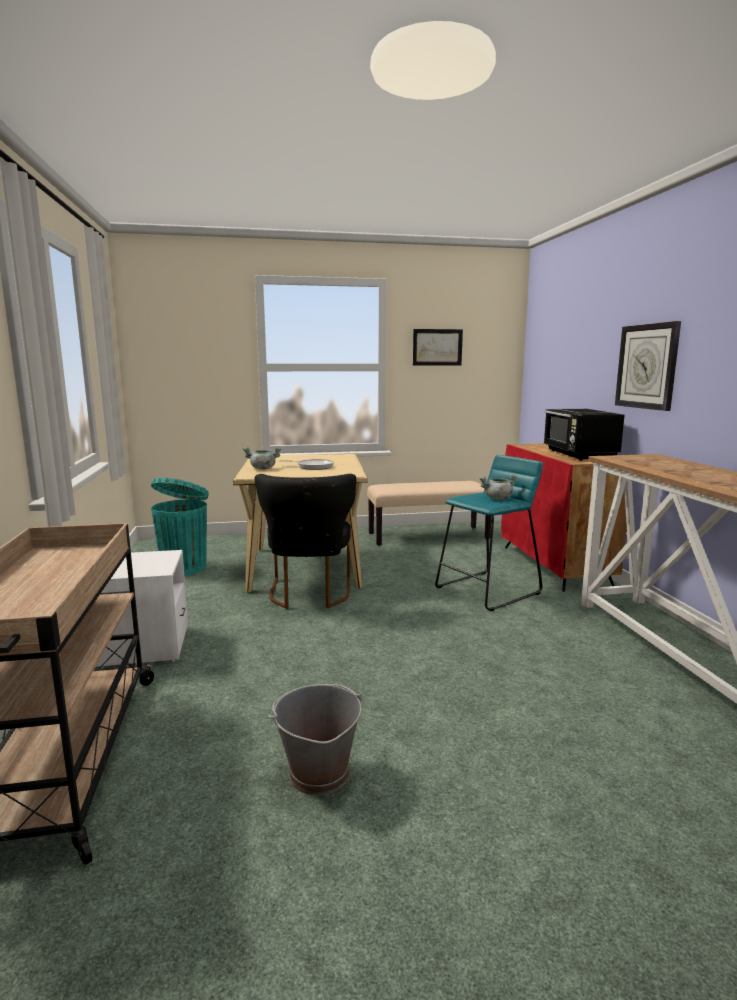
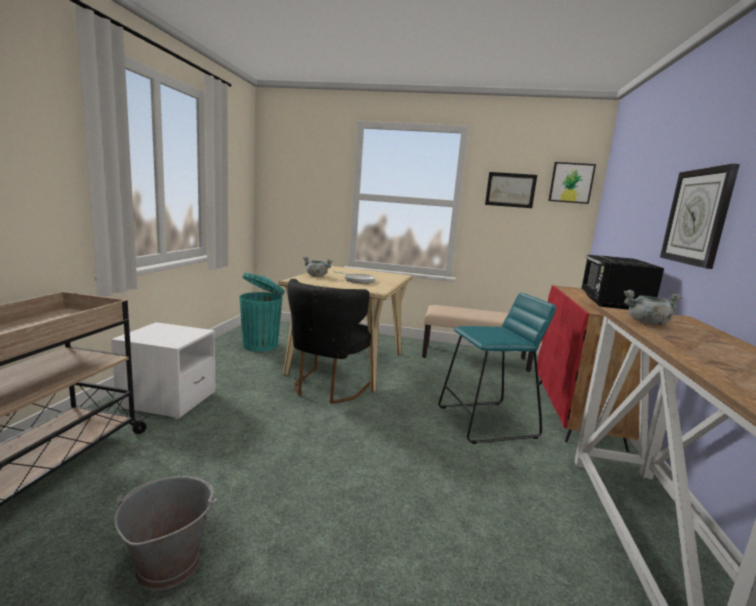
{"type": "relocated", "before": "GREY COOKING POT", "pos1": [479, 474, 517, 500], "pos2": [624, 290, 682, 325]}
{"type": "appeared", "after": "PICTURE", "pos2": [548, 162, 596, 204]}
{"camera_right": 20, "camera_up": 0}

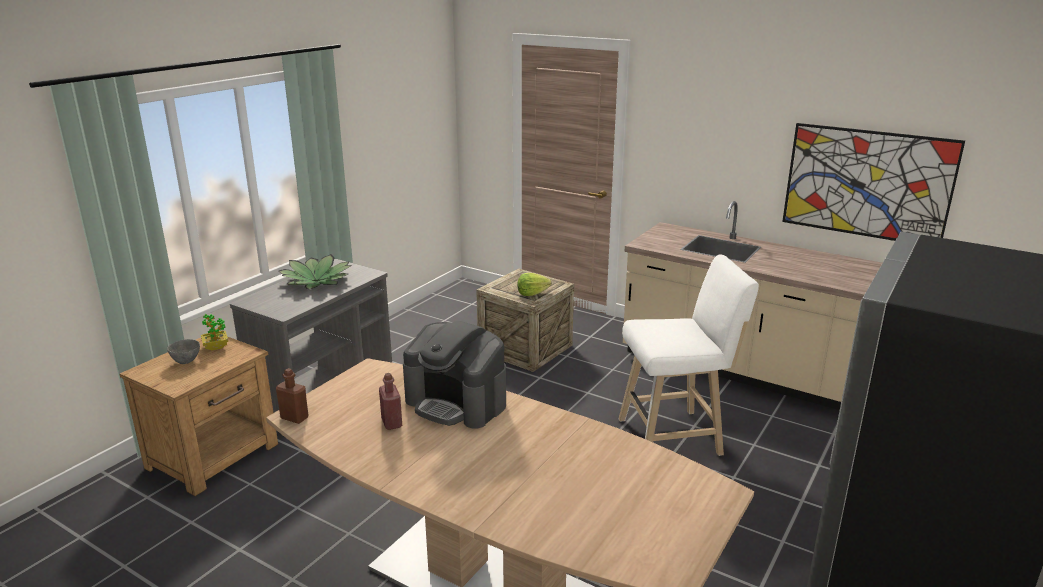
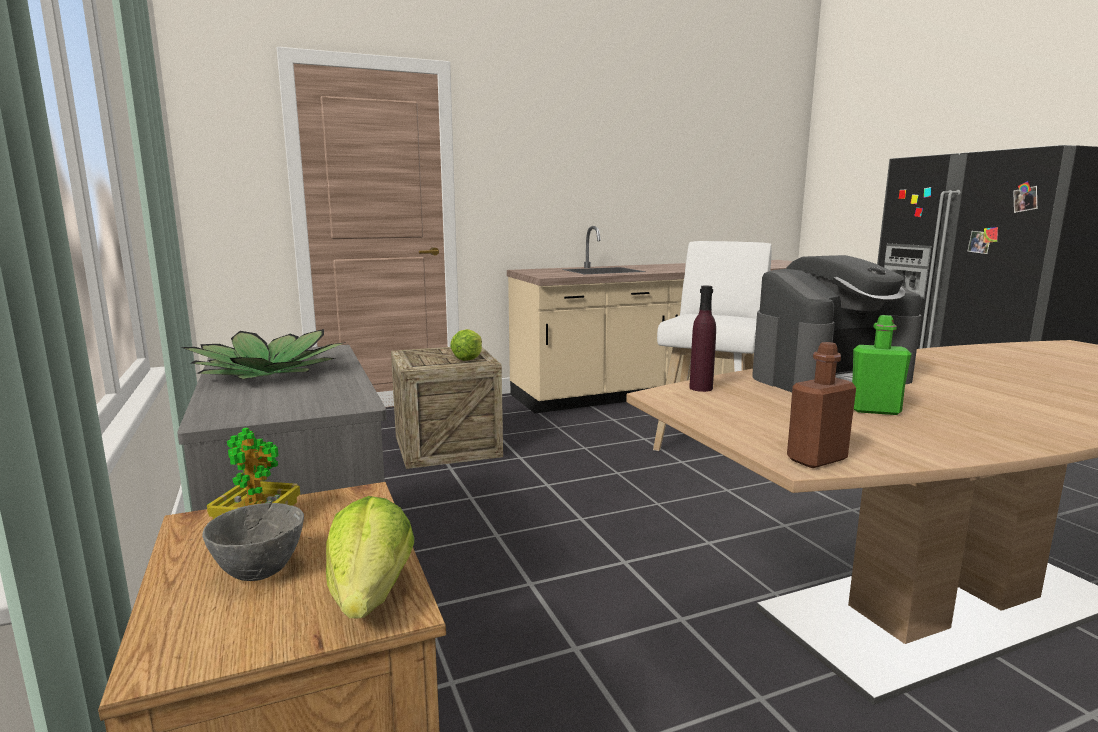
{"type": "colour", "before": "RED BOTTLE", "after": "GREEN BOTTLE", "pos1": [379, 373, 402, 430], "pos2": [852, 315, 912, 415]}
{"type": "missing", "before": "PICTURE", "pos1": [782, 123, 965, 241]}
{"type": "appeared", "after": "LETTUCE", "pos2": [326, 496, 414, 618]}
{"type": "appeared", "after": "PURPLE BOTTLE", "pos2": [689, 286, 716, 392]}
{"camera_right": -55, "camera_up": -10}

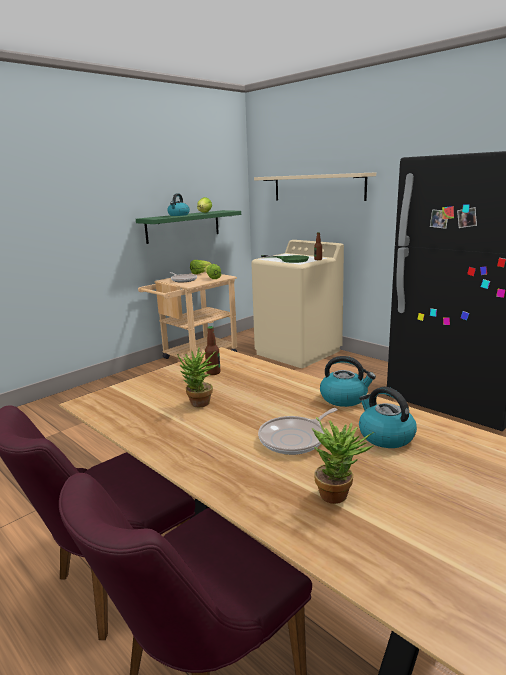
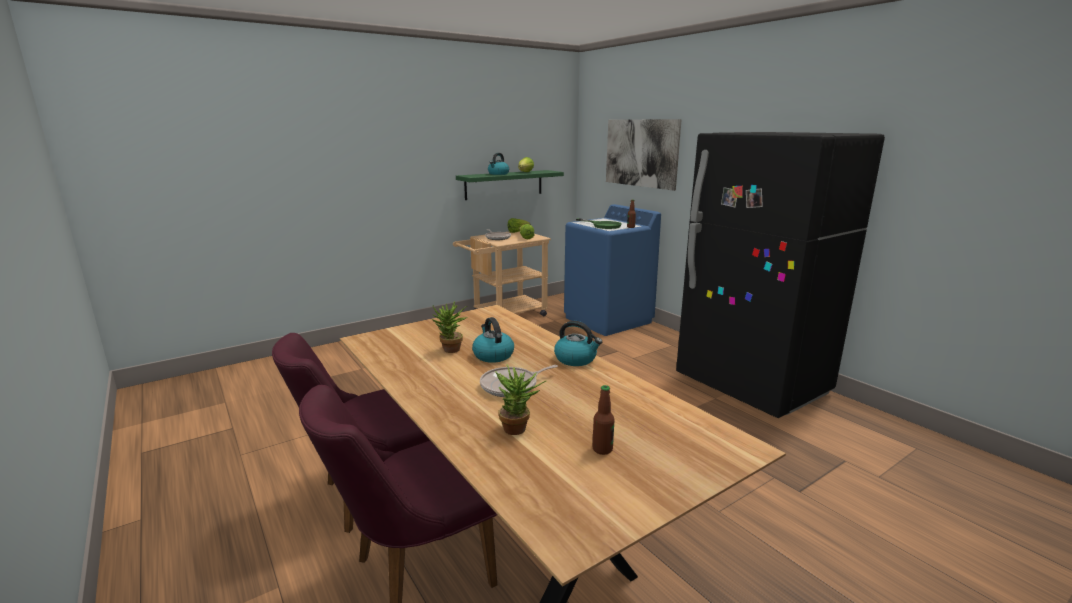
{"type": "relocated", "before": "BOTTLE", "pos1": [205, 326, 220, 375], "pos2": [593, 385, 615, 455]}
{"type": "colour", "before": "BEIGE WASHING MACHINE", "after": "BLUE WASHING MACHINE", "pos1": [251, 240, 344, 368], "pos2": [564, 204, 661, 336]}
{"type": "exchanged", "before": "BEIGE SHELF", "after": "PICTURE", "pos1": [254, 172, 376, 201], "pos2": [606, 119, 682, 191]}
{"type": "relocated", "before": "KETTLE", "pos1": [359, 387, 417, 448], "pos2": [472, 317, 514, 363]}
{"camera_right": 10, "camera_up": 0}

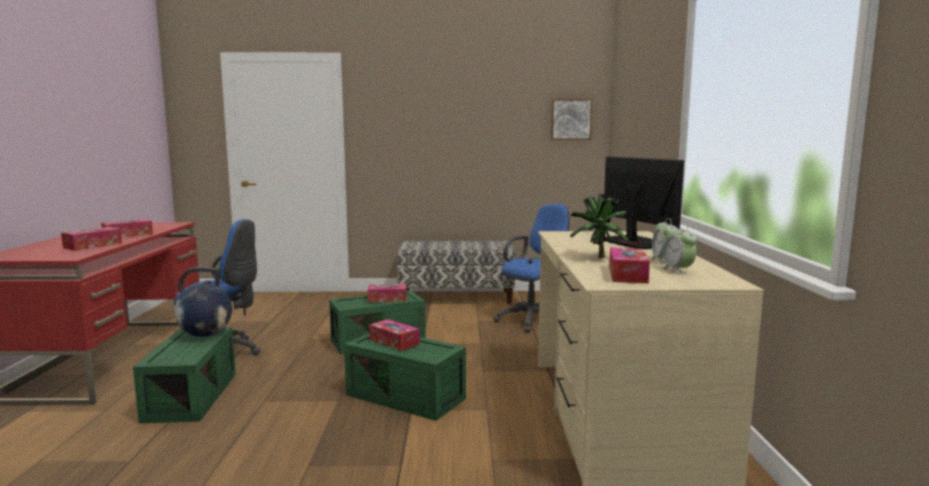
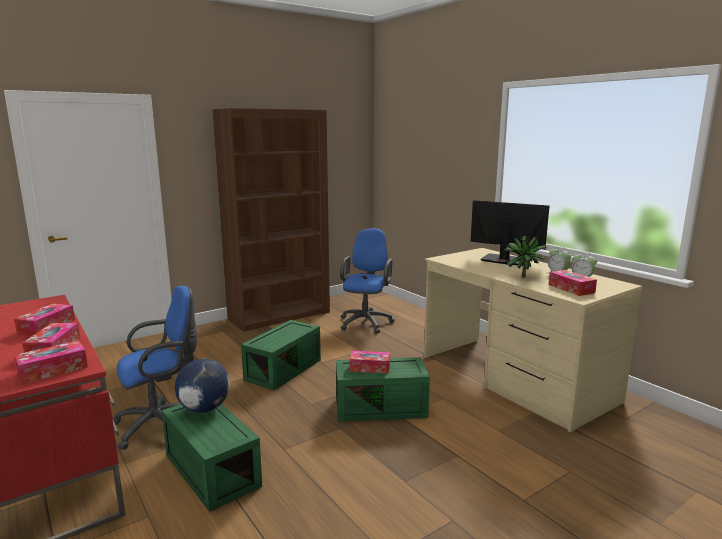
{"type": "relocated", "before": "TISSUE BOX", "pos1": [368, 284, 406, 302], "pos2": [14, 341, 88, 384]}
{"type": "exchanged", "before": "BENCH", "after": "BROWN BOOKCASE", "pos1": [397, 241, 516, 304], "pos2": [213, 108, 330, 332]}
{"type": "missing", "before": "PICTURE", "pos1": [551, 99, 593, 140]}
{"camera_right": -35, "camera_up": 5}

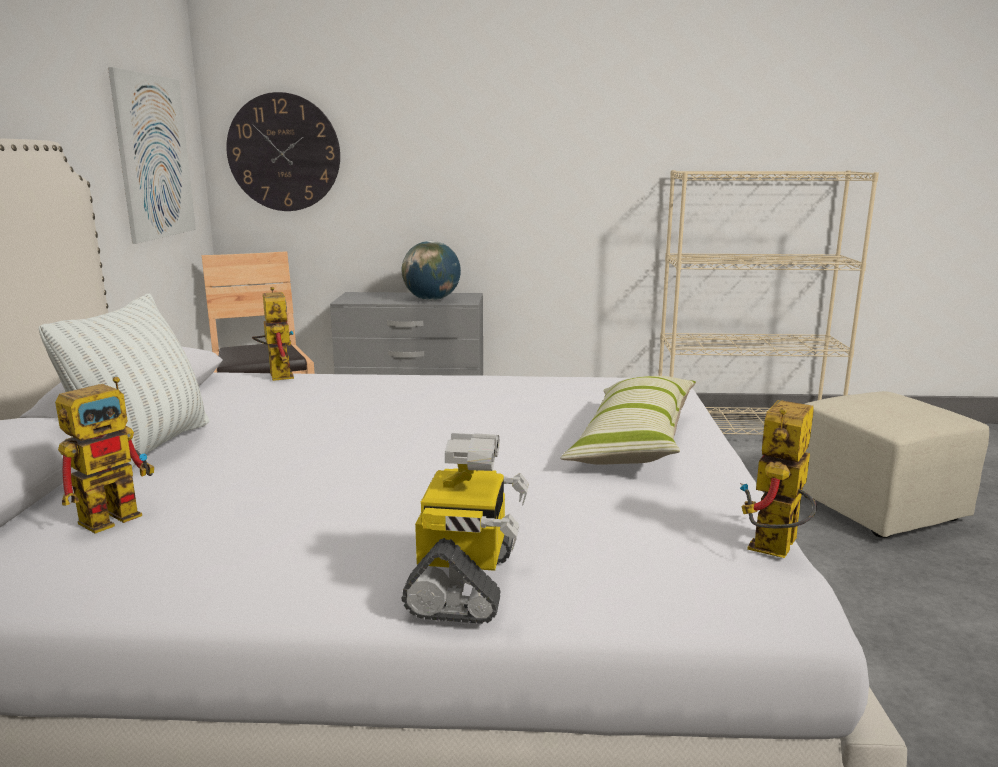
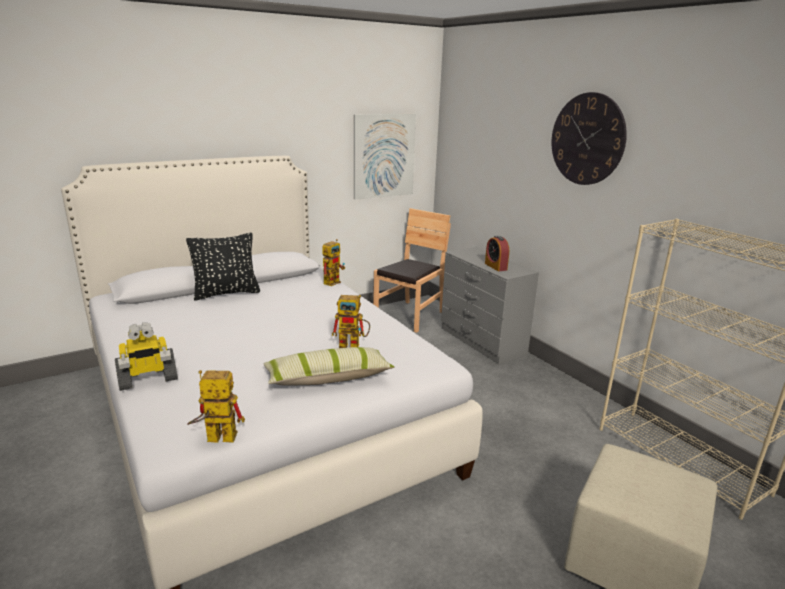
{"type": "colour", "before": "WHITE PILLOW", "after": "BLACK PILLOW", "pos1": [39, 294, 209, 468], "pos2": [186, 233, 260, 301]}
{"type": "relocated", "before": "TOY ROBOT", "pos1": [55, 377, 154, 533], "pos2": [332, 295, 370, 348]}
{"type": "relocated", "before": "WALL CLOCK", "pos1": [226, 92, 340, 211], "pos2": [552, 92, 627, 185]}
{"type": "exchanged", "before": "GLOBE", "after": "ALARM CLOCK", "pos1": [402, 241, 461, 300], "pos2": [485, 236, 509, 271]}
{"camera_right": 55, "camera_up": 5}

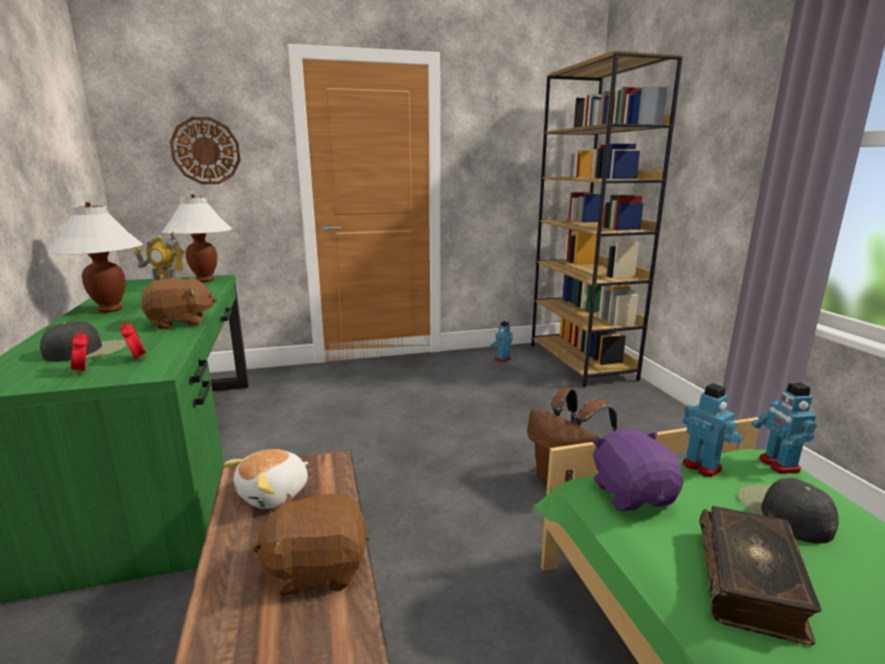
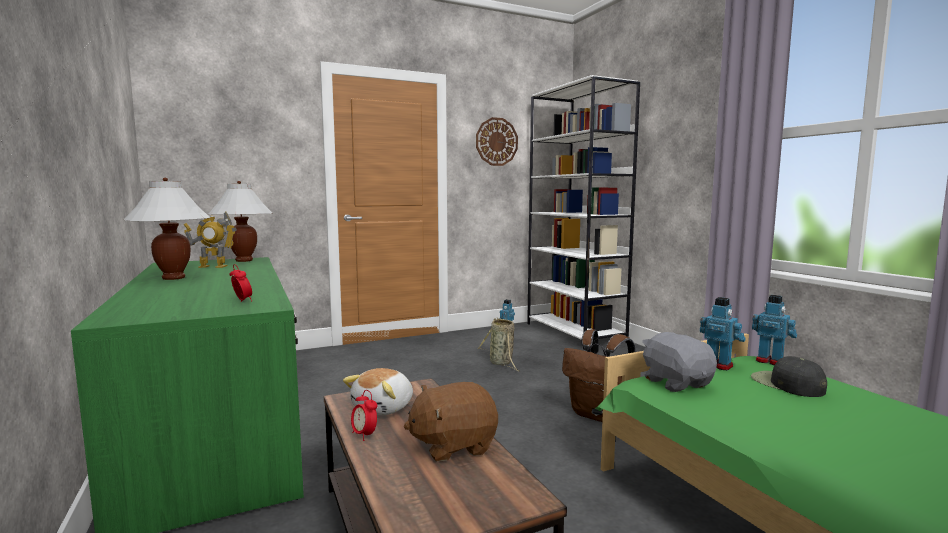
{"type": "missing", "before": "BLACK CAP", "pos1": [40, 321, 126, 362]}
{"type": "relocated", "before": "ALARM CLOCK", "pos1": [71, 328, 88, 376], "pos2": [351, 390, 378, 441]}
{"type": "missing", "before": "BROWN PLUSH TOY", "pos1": [141, 278, 217, 329]}
{"type": "relocated", "before": "WALL CLOCK", "pos1": [170, 117, 241, 184], "pos2": [476, 117, 518, 166]}
{"type": "colour", "before": "BROWN BOOKCASE", "after": "WHITE BOOKCASE", "pos1": [531, 50, 683, 387], "pos2": [527, 75, 640, 350]}
{"type": "colour", "before": "PURPLE PLUSH TOY", "after": "GREY PLUSH TOY", "pos1": [592, 429, 683, 511], "pos2": [642, 332, 717, 392]}
{"type": "missing", "before": "BOOK", "pos1": [700, 506, 822, 646]}
{"type": "spun", "before": "TOY ROBOT", "pos1": [752, 382, 817, 474], "pos2": [752, 295, 797, 365], "turn": 150}
{"type": "appeared", "after": "BASKET", "pos2": [478, 318, 520, 372]}
{"camera_right": -10, "camera_up": -10}

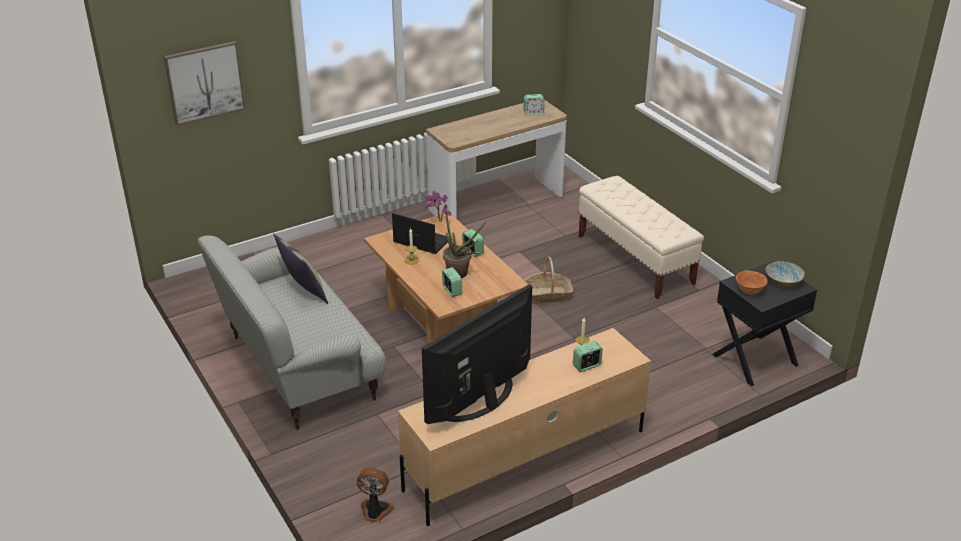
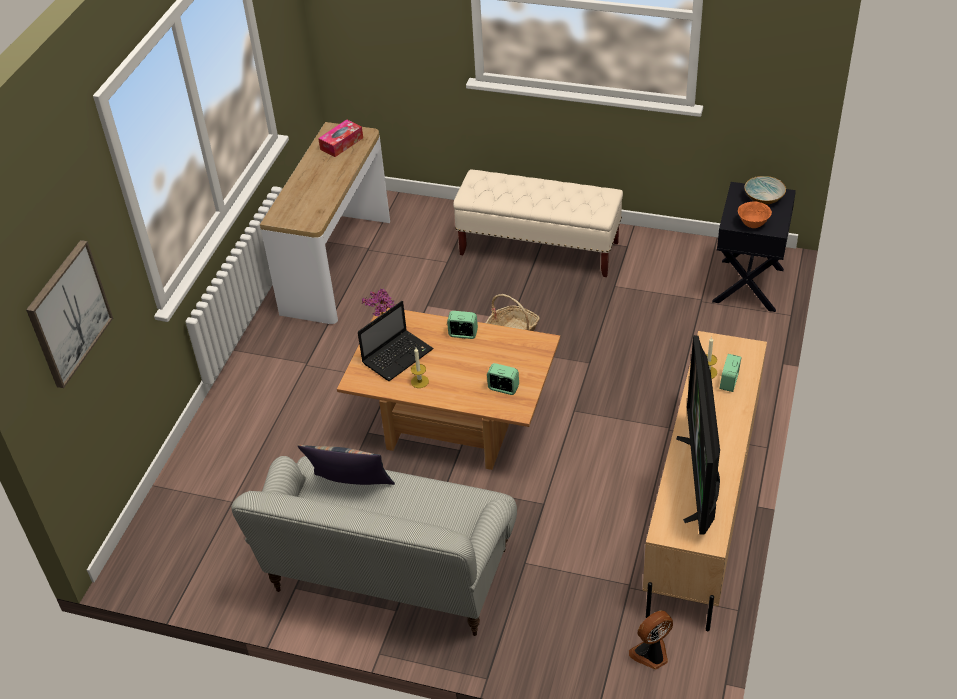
{"type": "spun", "before": "LAPTOP", "pos1": [392, 213, 448, 254], "pos2": [358, 301, 434, 381], "turn": 150}
{"type": "missing", "before": "POTTED PLANT", "pos1": [443, 212, 486, 278]}
{"type": "exchanged", "before": "ALARM CLOCK", "after": "TISSUE BOX", "pos1": [524, 94, 544, 115], "pos2": [318, 120, 363, 157]}
{"camera_right": -40, "camera_up": 10}

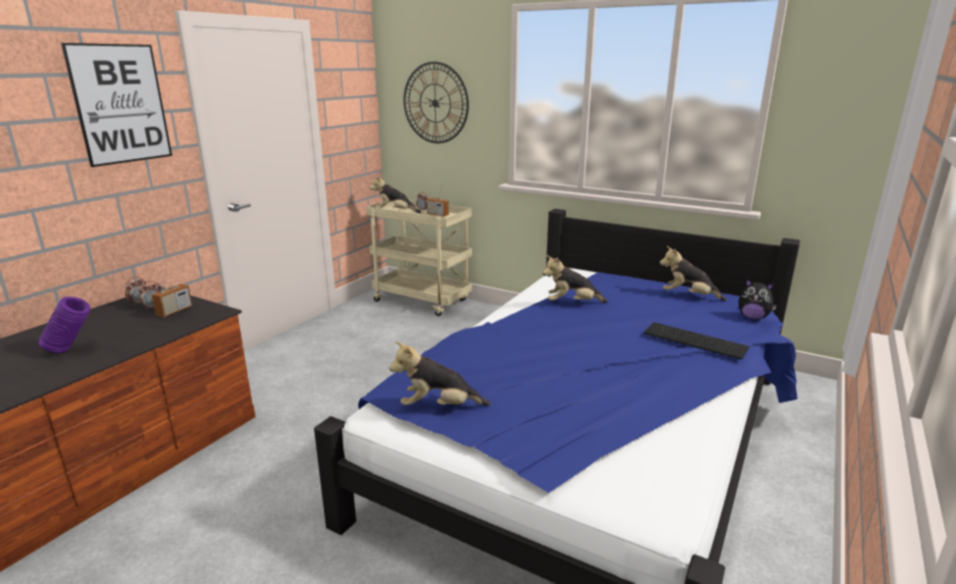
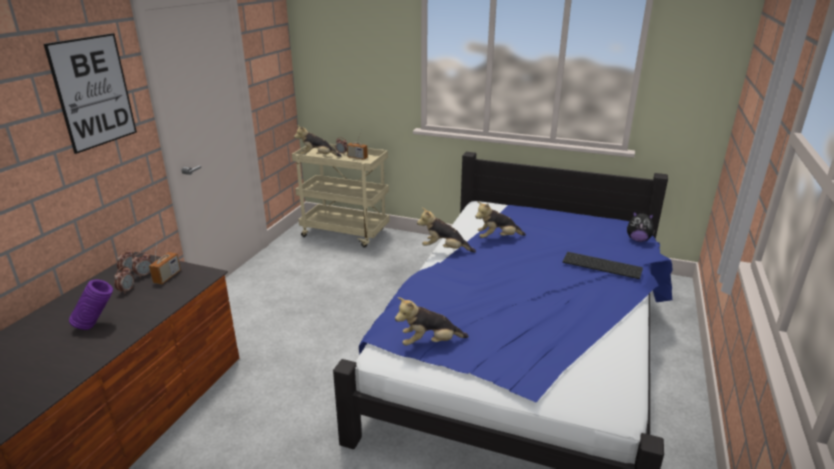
{"type": "missing", "before": "WALL CLOCK", "pos1": [403, 62, 469, 143]}
{"type": "relocated", "before": "PLUSH TOY", "pos1": [660, 246, 727, 301], "pos2": [417, 208, 476, 253]}
{"type": "appeared", "after": "ALARM CLOCK", "pos2": [114, 266, 134, 294]}
{"camera_right": -10, "camera_up": 5}

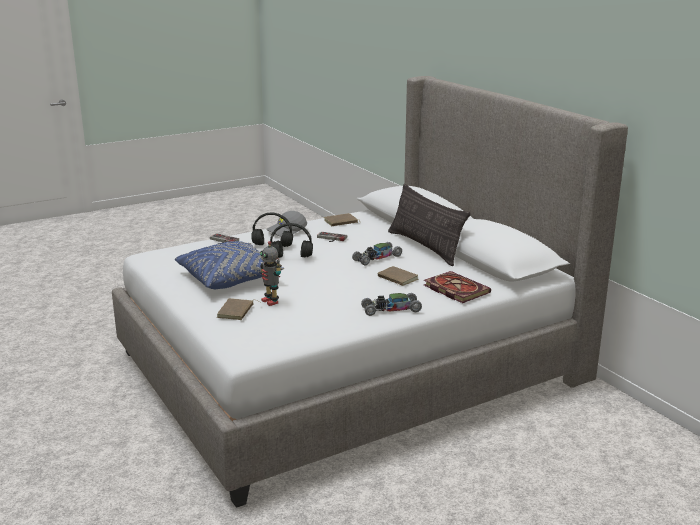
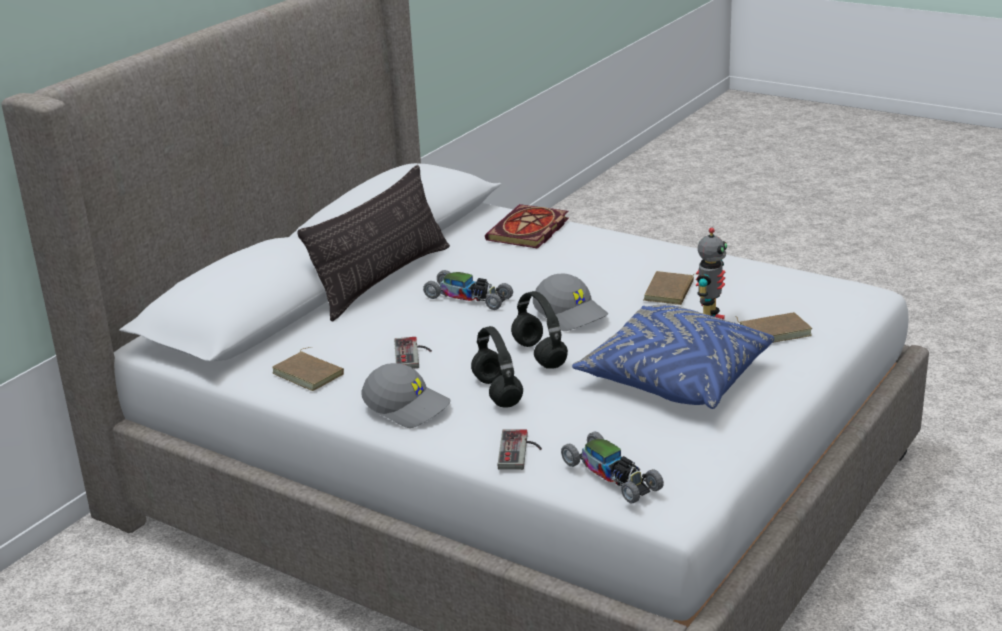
{"type": "relocated", "before": "TOY CAR", "pos1": [361, 293, 422, 316], "pos2": [561, 432, 664, 503]}
{"type": "relocated", "before": "BROWN BOOK", "pos1": [378, 266, 418, 286], "pos2": [643, 271, 698, 305]}
{"type": "appeared", "after": "GREY CAP", "pos2": [533, 274, 609, 331]}
{"camera_right": -115, "camera_up": 5}

